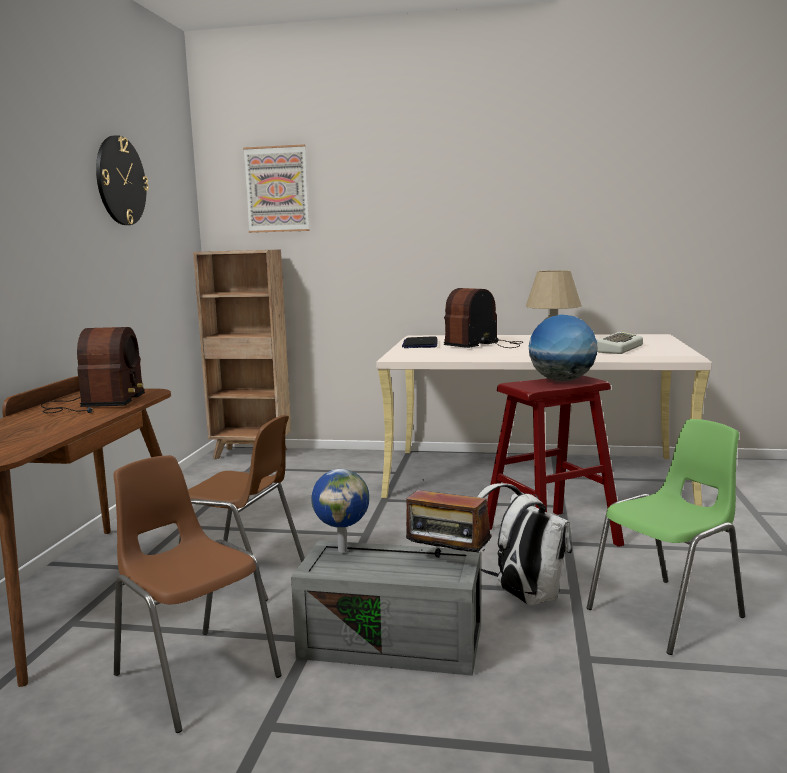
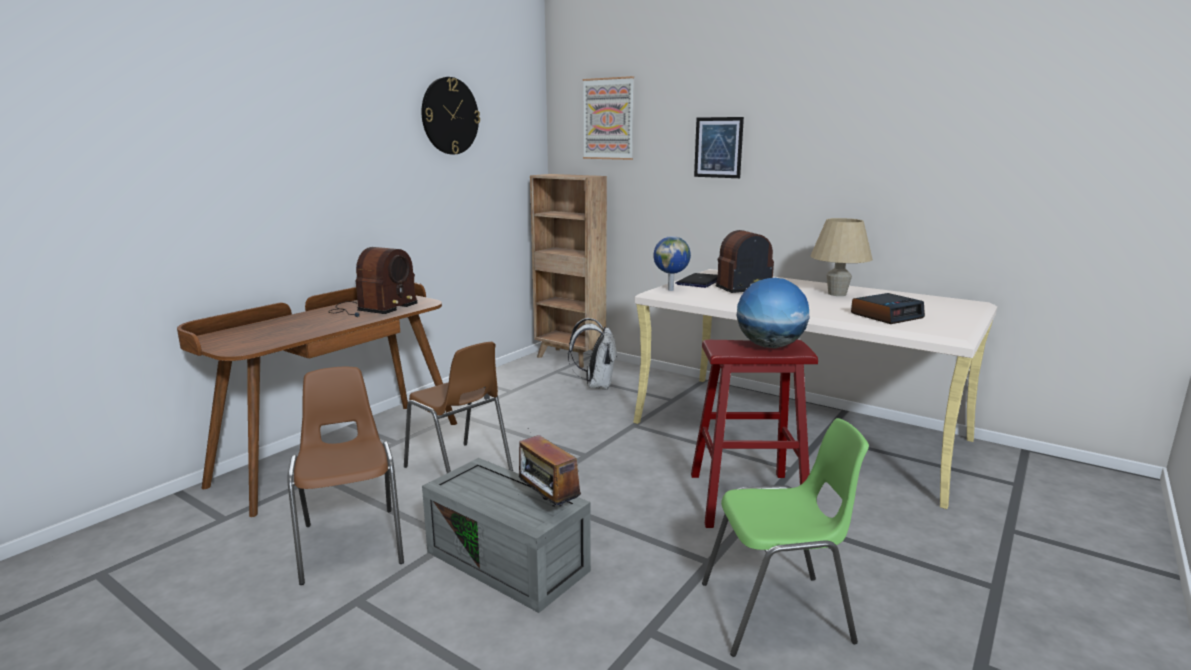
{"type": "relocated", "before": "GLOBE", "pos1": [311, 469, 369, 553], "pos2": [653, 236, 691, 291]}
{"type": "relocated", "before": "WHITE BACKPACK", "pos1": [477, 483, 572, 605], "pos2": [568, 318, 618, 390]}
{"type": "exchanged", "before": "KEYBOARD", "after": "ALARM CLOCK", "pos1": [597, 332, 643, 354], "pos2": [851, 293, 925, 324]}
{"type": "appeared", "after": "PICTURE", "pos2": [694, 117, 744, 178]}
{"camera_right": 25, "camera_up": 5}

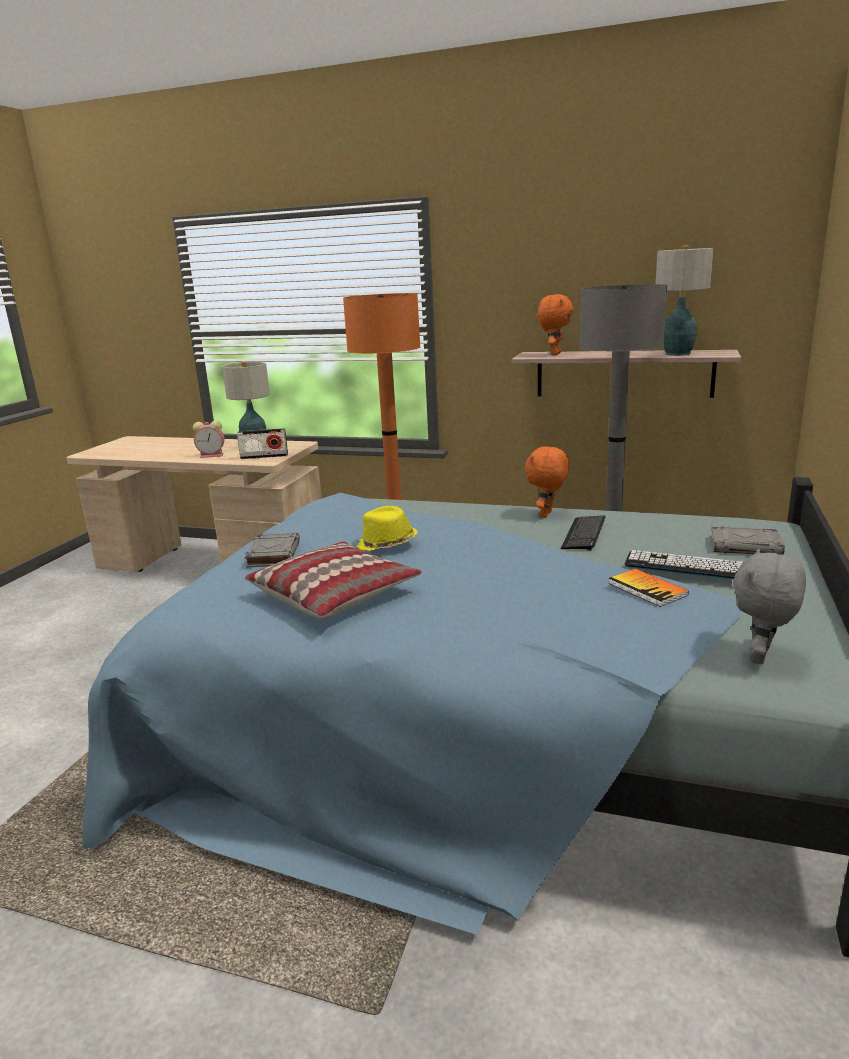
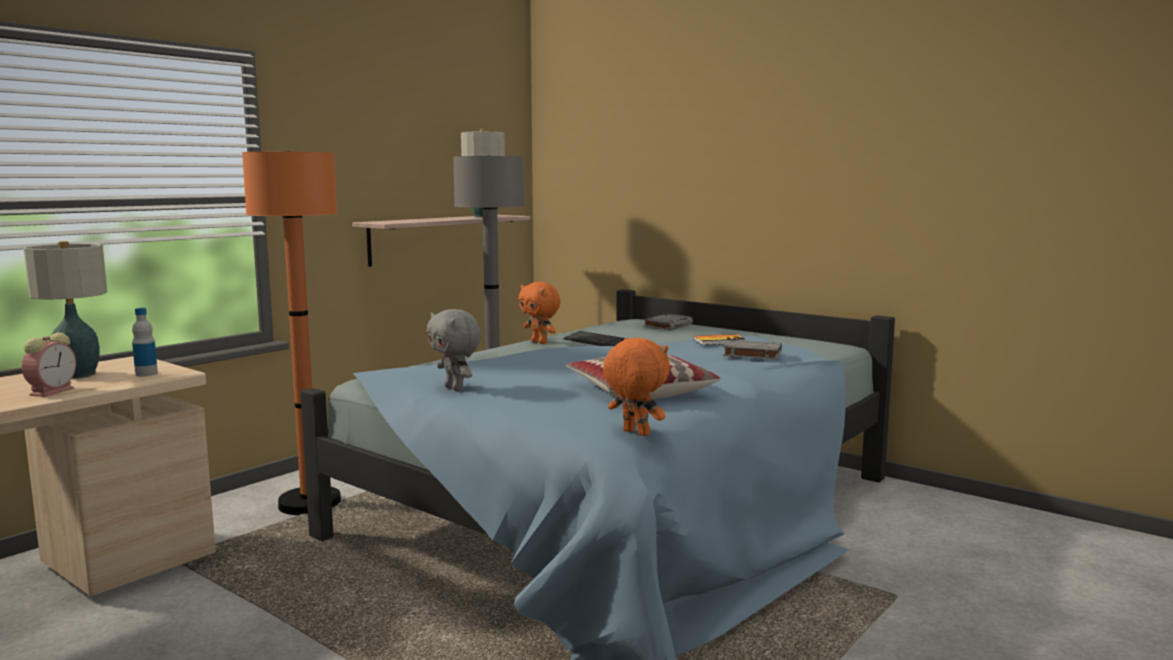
{"type": "exchanged", "before": "RADIO", "after": "BOTTLE", "pos1": [237, 428, 288, 459], "pos2": [132, 308, 158, 377]}
{"type": "relocated", "before": "GREY BOOK", "pos1": [245, 533, 300, 568], "pos2": [723, 340, 782, 360]}
{"type": "missing", "before": "YELLOW HAT", "pos1": [357, 506, 418, 551]}
{"type": "relocated", "before": "ORANGE PLUSH TOY", "pos1": [537, 294, 574, 356], "pos2": [603, 338, 670, 436]}
{"type": "missing", "before": "KEYBOARD", "pos1": [624, 550, 743, 579]}
{"type": "relocated", "before": "GREY PLUSH TOY", "pos1": [733, 549, 806, 664], "pos2": [426, 309, 481, 391]}
{"camera_right": -70, "camera_up": -10}

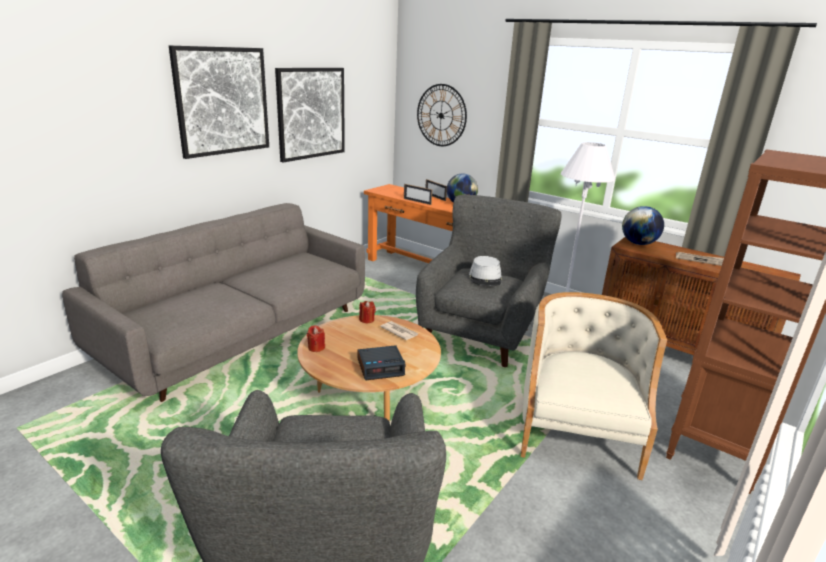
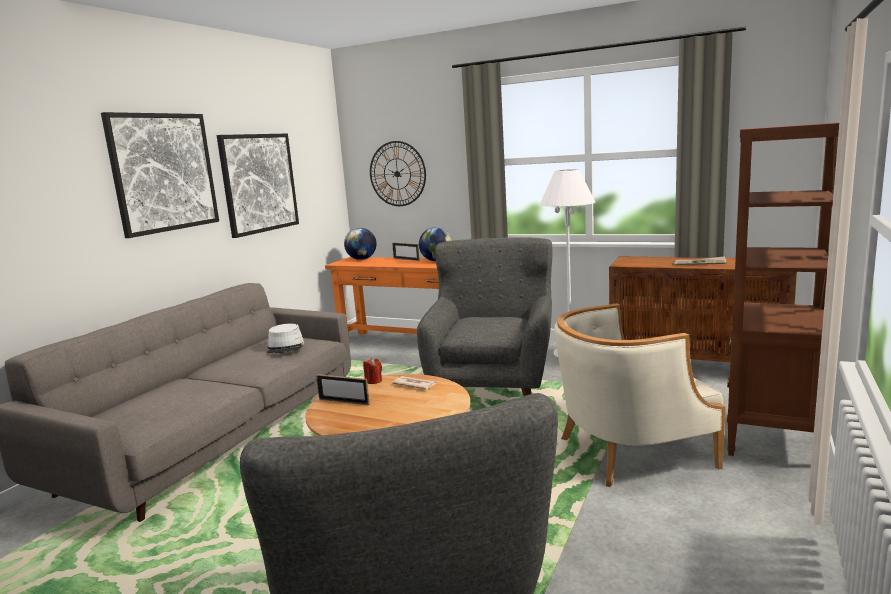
{"type": "missing", "before": "RED CANDLE", "pos1": [307, 325, 325, 352]}
{"type": "missing", "before": "ALARM CLOCK", "pos1": [358, 345, 405, 380]}
{"type": "relocated", "before": "PICTURE FRAME", "pos1": [404, 184, 432, 205], "pos2": [316, 374, 370, 405]}
{"type": "relocated", "before": "GREY HAT", "pos1": [469, 256, 502, 286], "pos2": [267, 324, 304, 353]}
{"type": "spun", "before": "BEIGE ARMCHAIR", "pos1": [521, 292, 667, 480], "pos2": [554, 303, 726, 487], "turn": -105}
{"type": "relocated", "before": "GLOBE", "pos1": [622, 206, 664, 245], "pos2": [344, 228, 377, 260]}
{"camera_right": -10, "camera_up": -10}

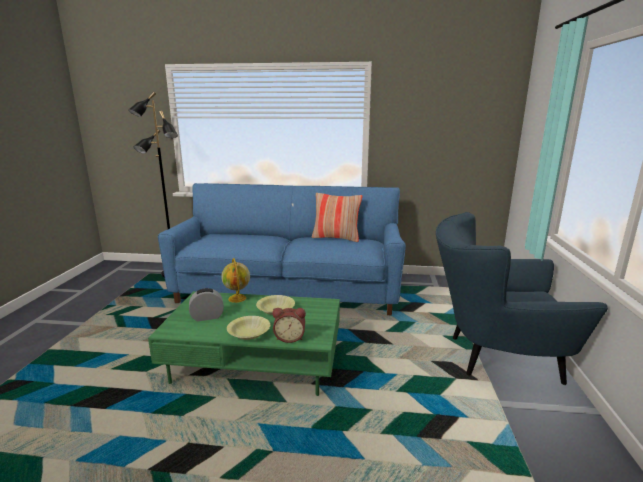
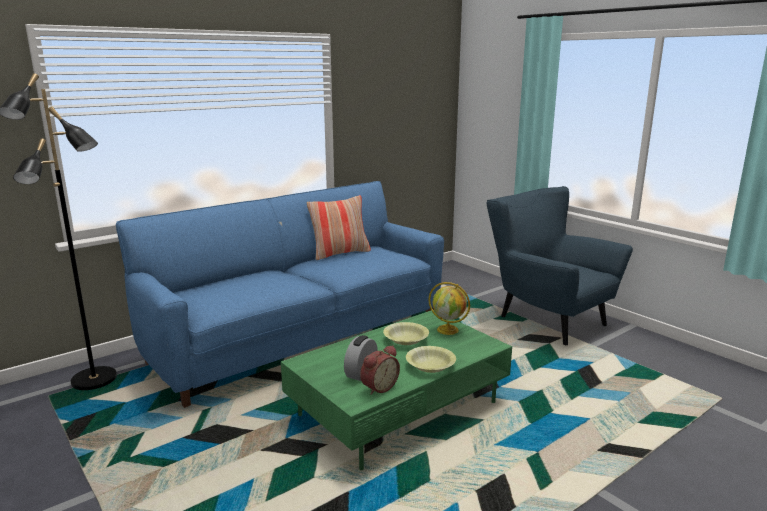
{"type": "relocated", "before": "GLOBE", "pos1": [221, 258, 250, 303], "pos2": [428, 282, 470, 335]}
{"type": "relocated", "before": "ALARM CLOCK", "pos1": [273, 308, 306, 343], "pos2": [360, 345, 400, 395]}
{"type": "spun", "before": "BLUE ARMCHAIR", "pos1": [436, 212, 608, 385], "pos2": [486, 186, 633, 345], "turn": 90}
{"camera_right": -45, "camera_up": 0}

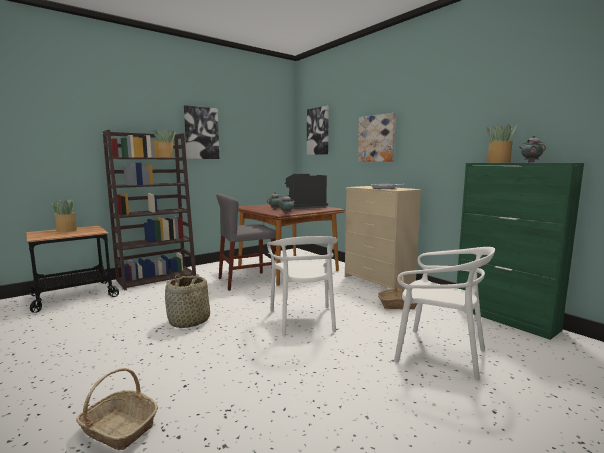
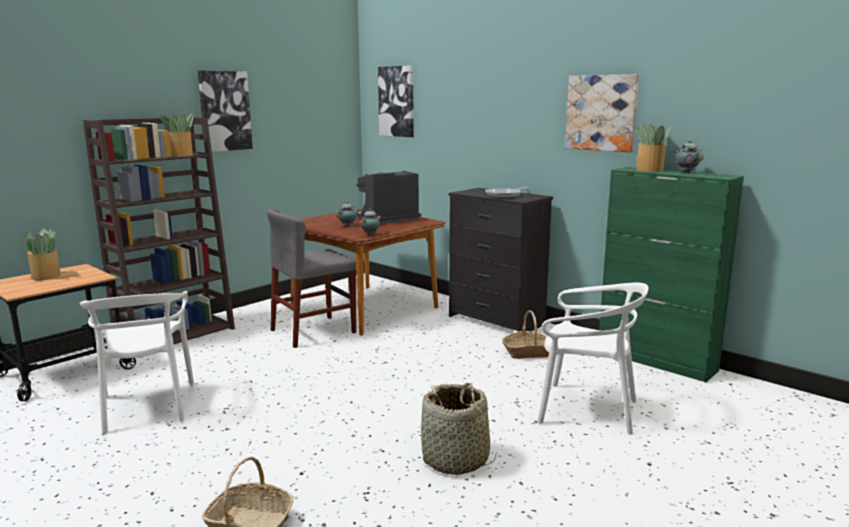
{"type": "relocated", "before": "BASKET", "pos1": [165, 274, 210, 328], "pos2": [421, 383, 497, 475]}
{"type": "relocated", "before": "WHITE CHAIR", "pos1": [267, 236, 338, 336], "pos2": [80, 291, 194, 434]}
{"type": "colour", "before": "BEIGE DRESSER", "after": "BLACK DRESSER", "pos1": [345, 186, 422, 290], "pos2": [449, 188, 553, 332]}
{"type": "relocated", "before": "PICTURE", "pos1": [358, 113, 396, 162], "pos2": [565, 74, 639, 152]}
{"camera_right": -10, "camera_up": 5}

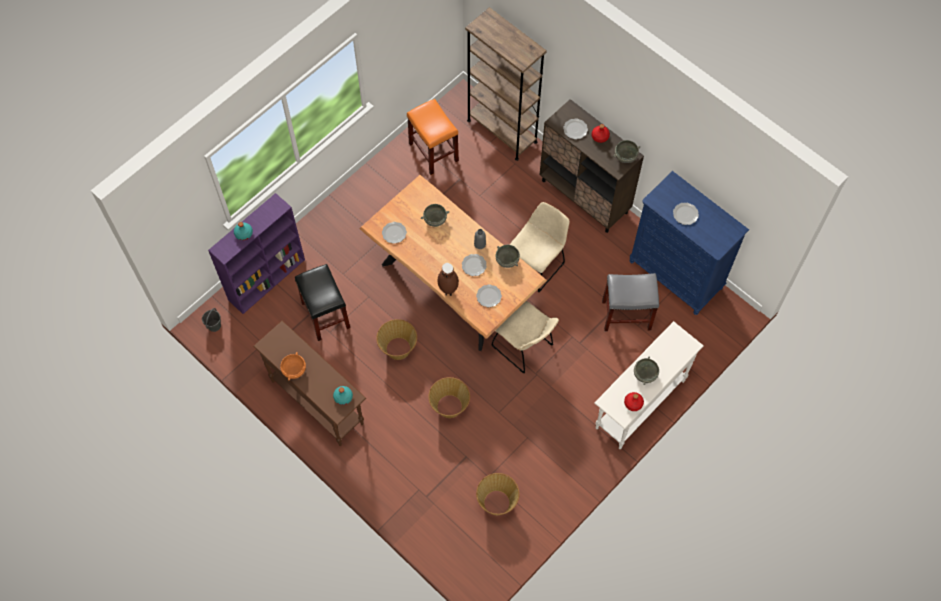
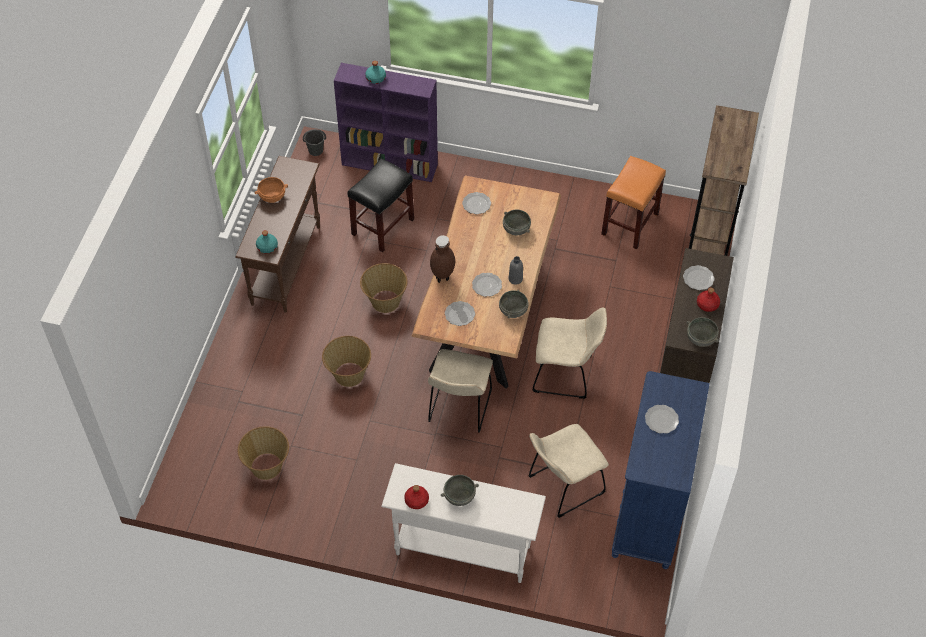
{"type": "exchanged", "before": "GREY STOOL", "after": "BEIGE CHAIR", "pos1": [602, 273, 659, 331], "pos2": [529, 424, 609, 518]}
{"camera_right": 60, "camera_up": -10}

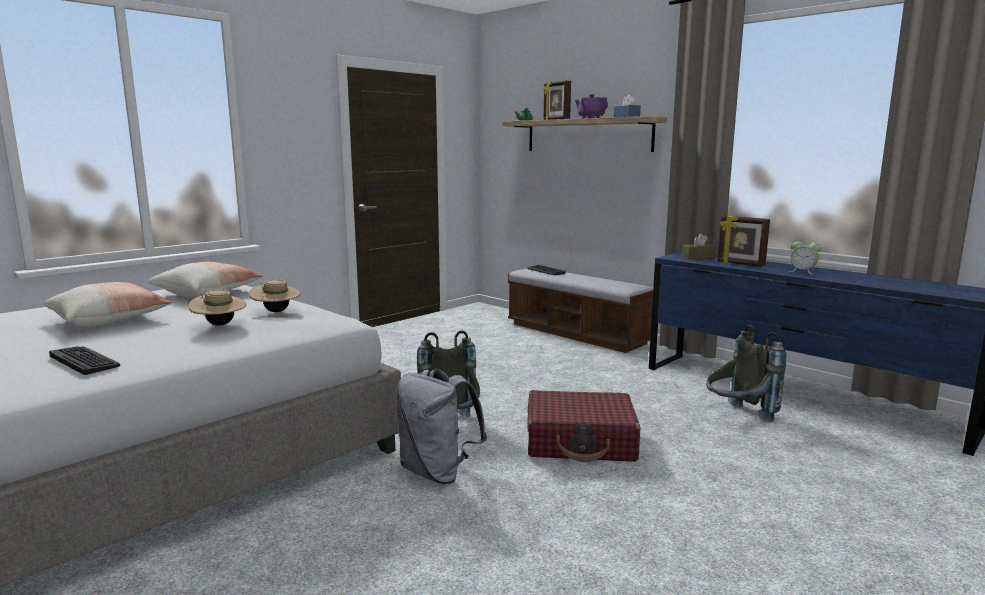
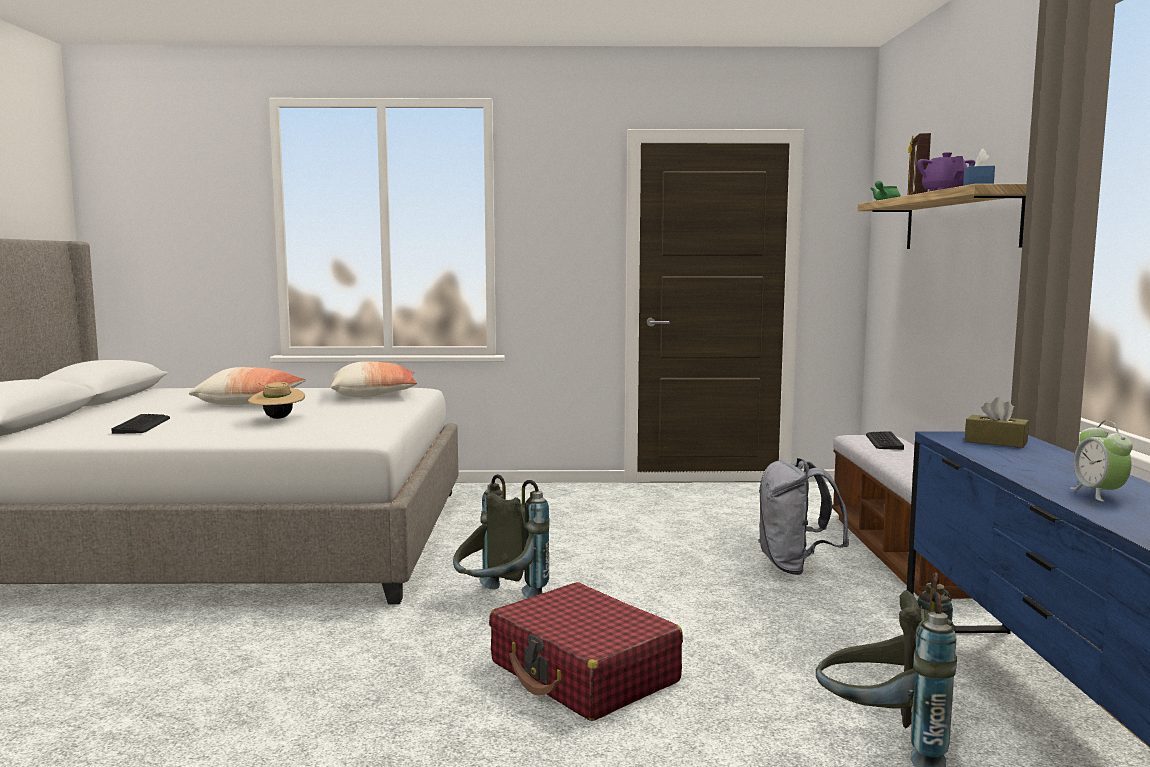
{"type": "missing", "before": "BEIGE HAT", "pos1": [249, 279, 300, 312]}
{"type": "relocated", "before": "GREY BACKPACK", "pos1": [396, 369, 487, 484], "pos2": [758, 458, 850, 575]}
{"type": "missing", "before": "PICTURE FRAME", "pos1": [717, 216, 770, 267]}
{"camera_right": 45, "camera_up": -5}

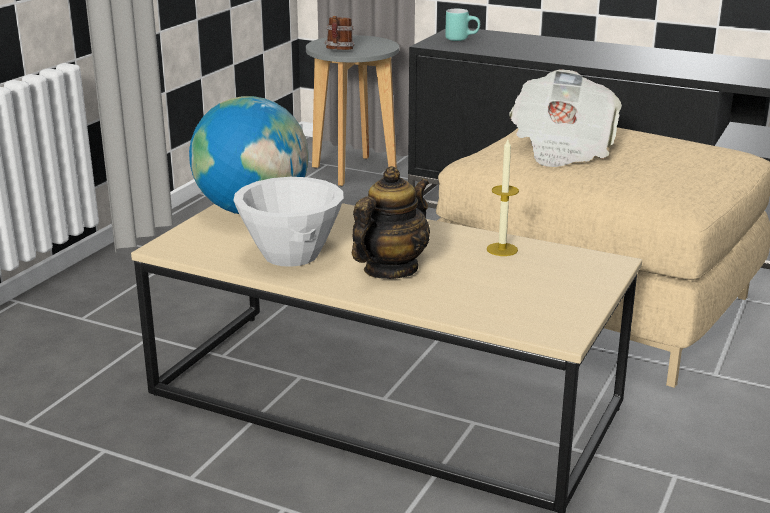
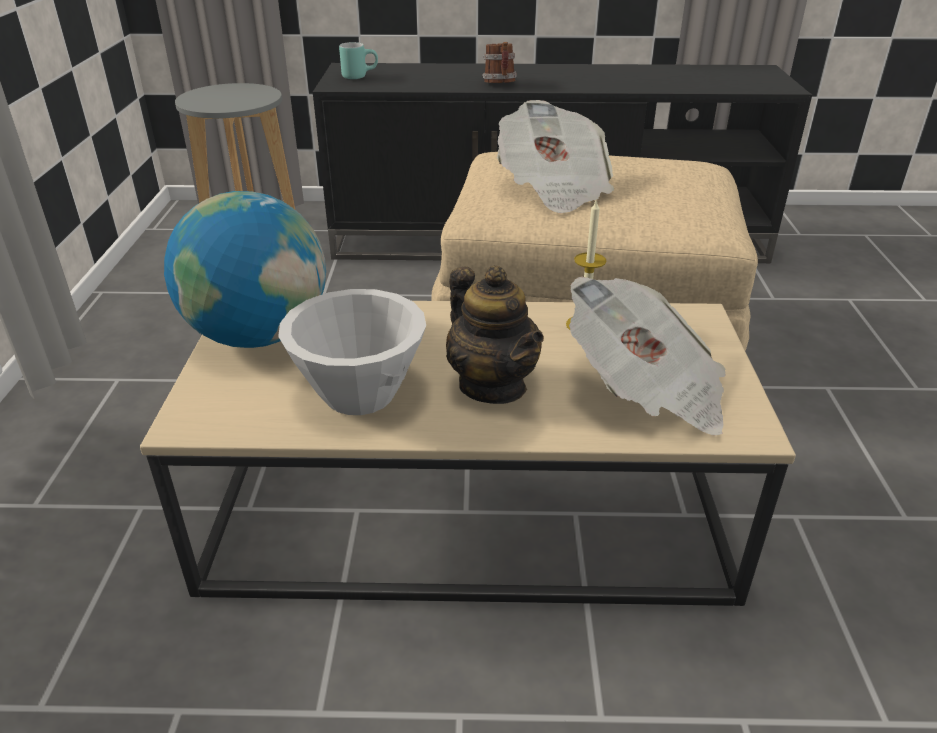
{"type": "relocated", "before": "MUG", "pos1": [324, 16, 354, 50], "pos2": [482, 42, 517, 83]}
{"type": "spun", "before": "TEAPOT", "pos1": [352, 166, 430, 279], "pos2": [446, 266, 544, 404], "turn": 135}
{"type": "appeared", "after": "NEWSPAPER", "pos2": [569, 277, 726, 436]}
{"camera_right": -25, "camera_up": 10}

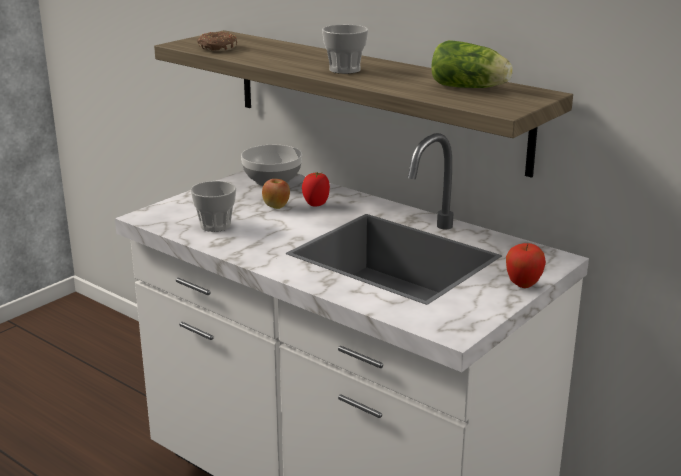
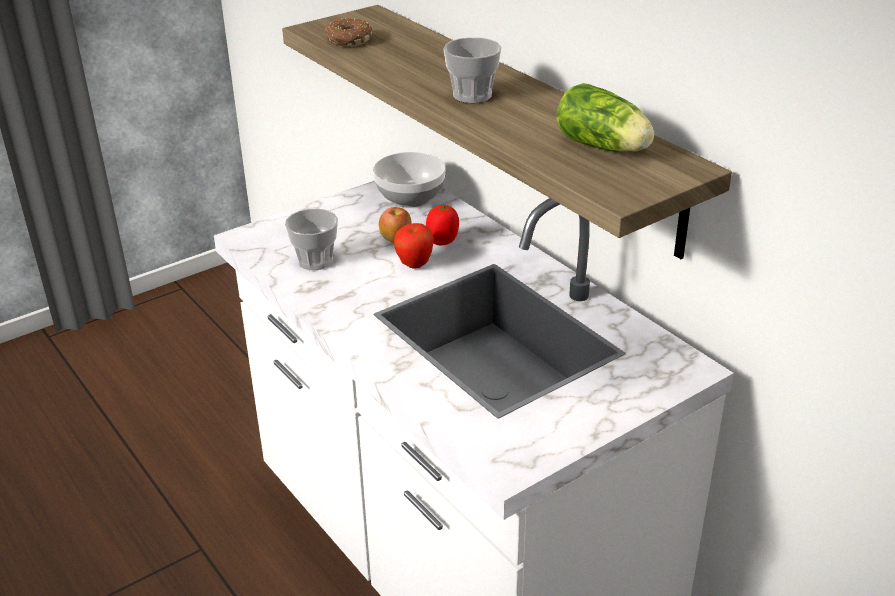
{"type": "relocated", "before": "APPLE", "pos1": [506, 243, 546, 288], "pos2": [394, 223, 434, 269]}
{"camera_right": 15, "camera_up": 10}

